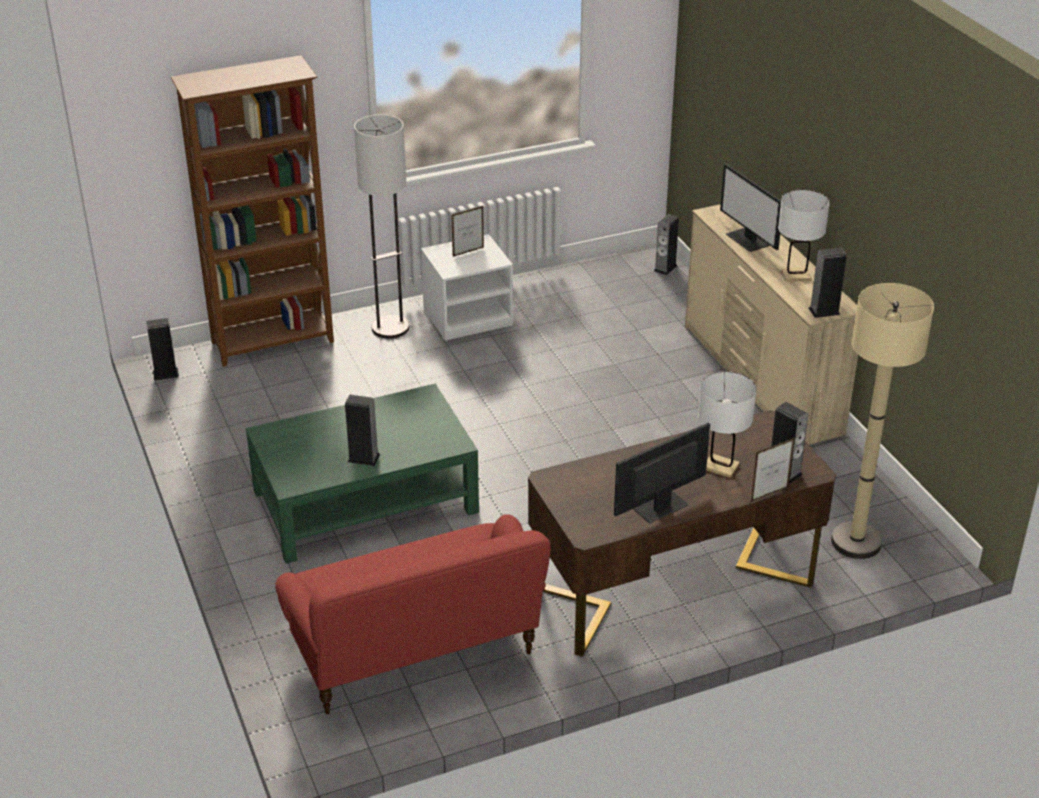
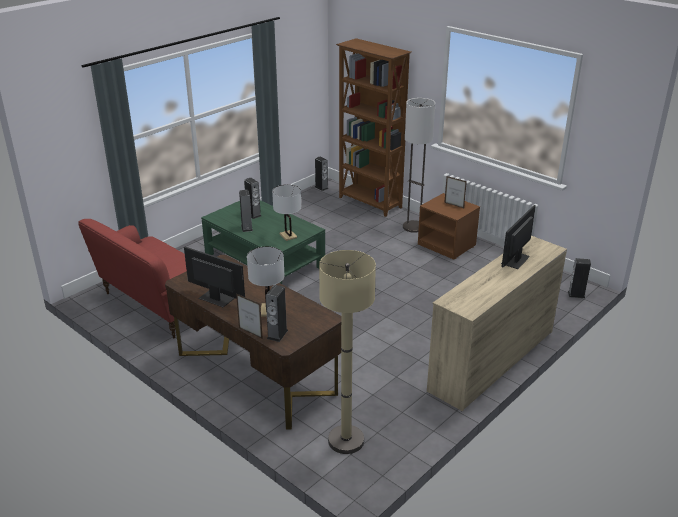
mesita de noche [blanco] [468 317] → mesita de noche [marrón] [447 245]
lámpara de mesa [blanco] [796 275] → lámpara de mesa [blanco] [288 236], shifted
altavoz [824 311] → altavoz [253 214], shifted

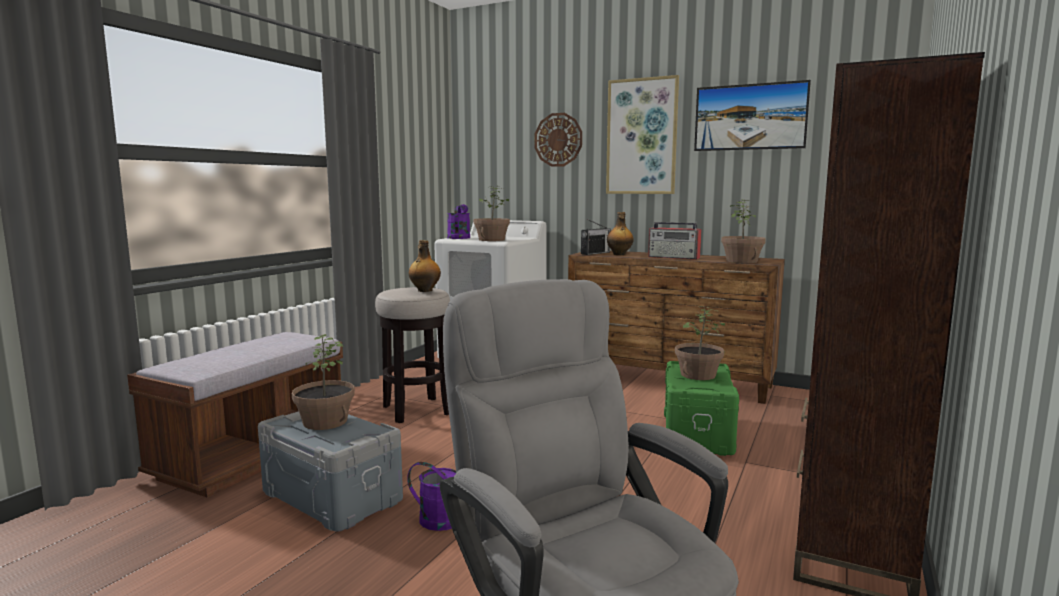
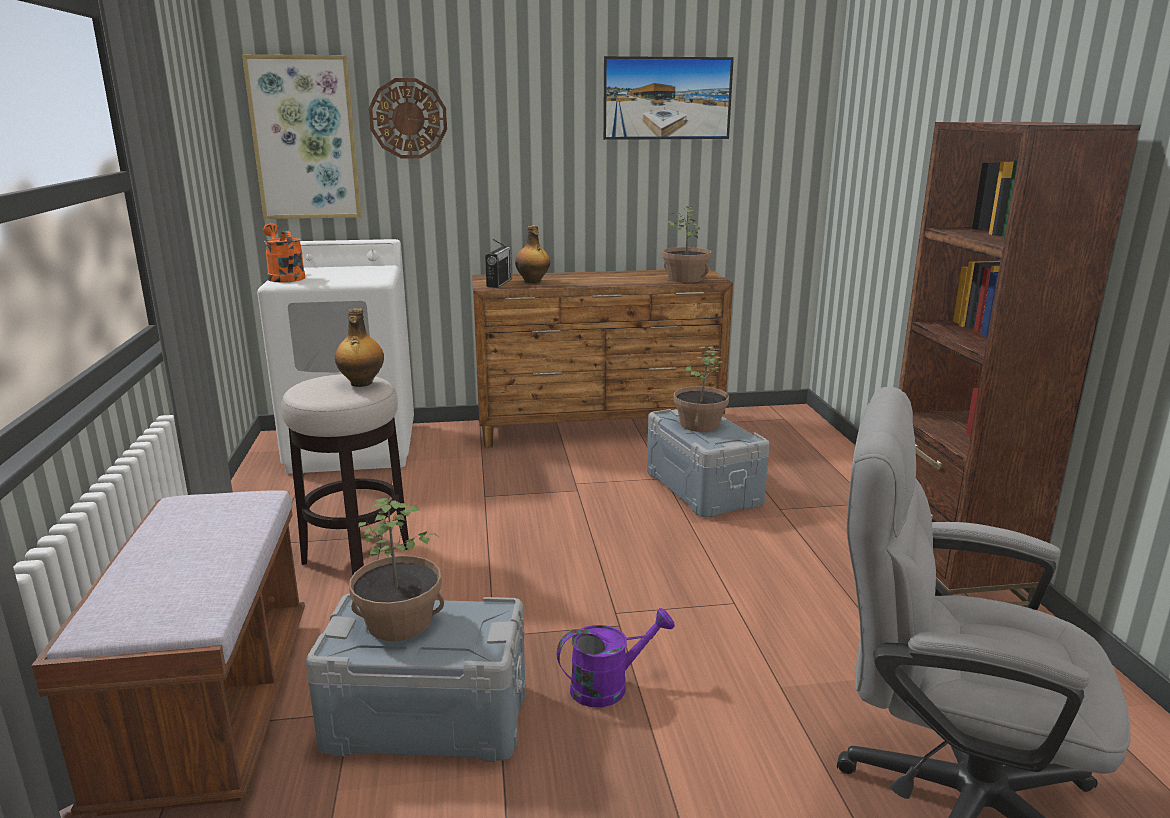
regadera [morado] [459 237] → regadera [naranja] [284 277]
planta en maceta [491 240] → -
cuadro [641 137] → cuadro [305 138], shifted
radio [674 257] → -
caja de almacenaje [verde] [696 433] → caja de almacenaje [gris] [702 489]

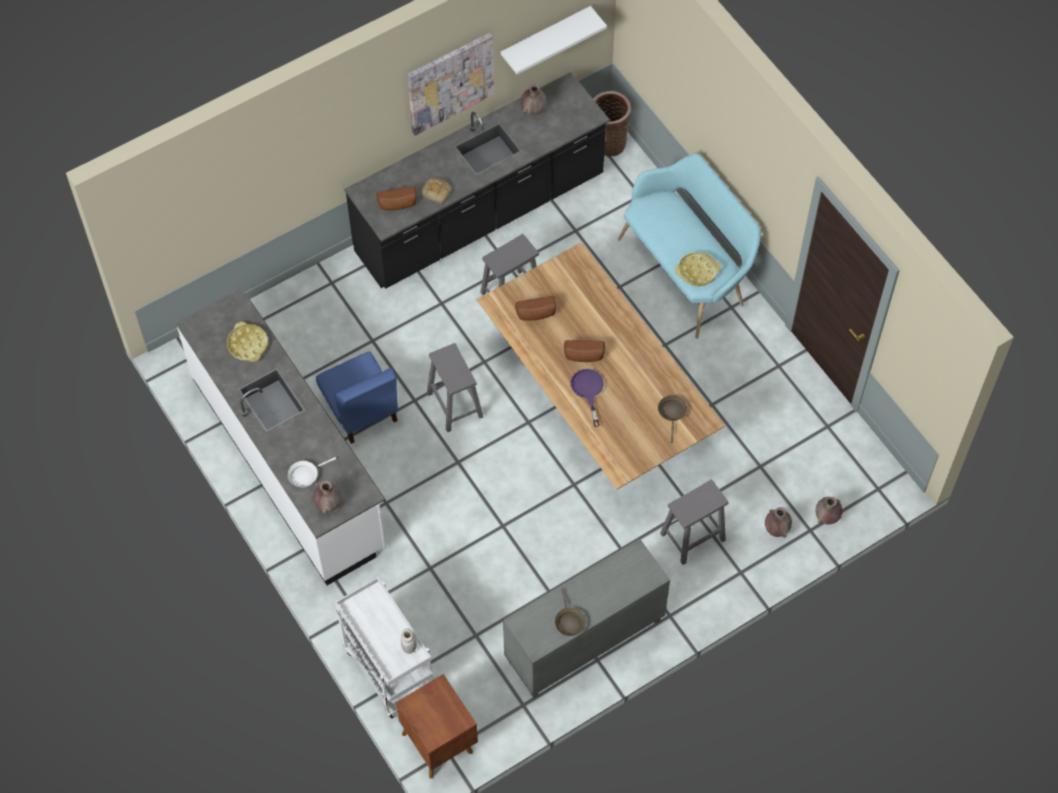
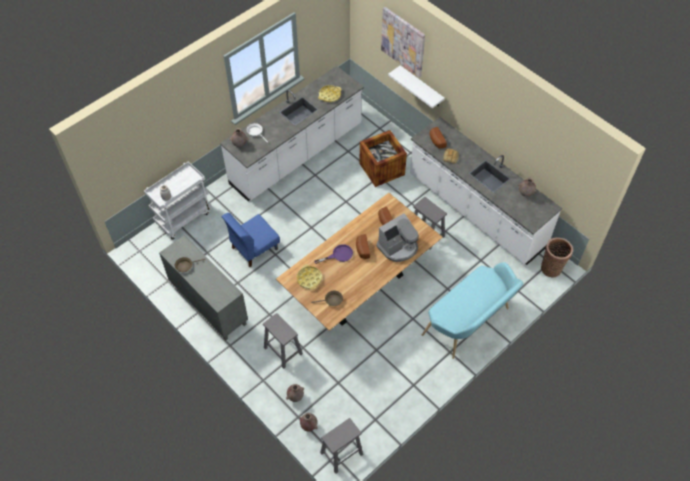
silla [azul] [361 410] → silla [azul] [254 248], shifted
mueble bajo de cocina [negro] [480 216] → mueble bajo de cocina [blanco] [475 211]
mesita de noche [marrón] [438 741] → -
cuadro [450 82] → cuadro [403 41], shifted
taburete [gris] [454 404] → taburete [gris] [342 453], shifted
estante [blanco] [545 37] → estante [blanco] [421 87], shifted
bandeja [amarillo] [697 271] → bandeja [amarillo] [309 279], shifted
- → caja de embalaje [382 169]
- → cafetera [398 247]

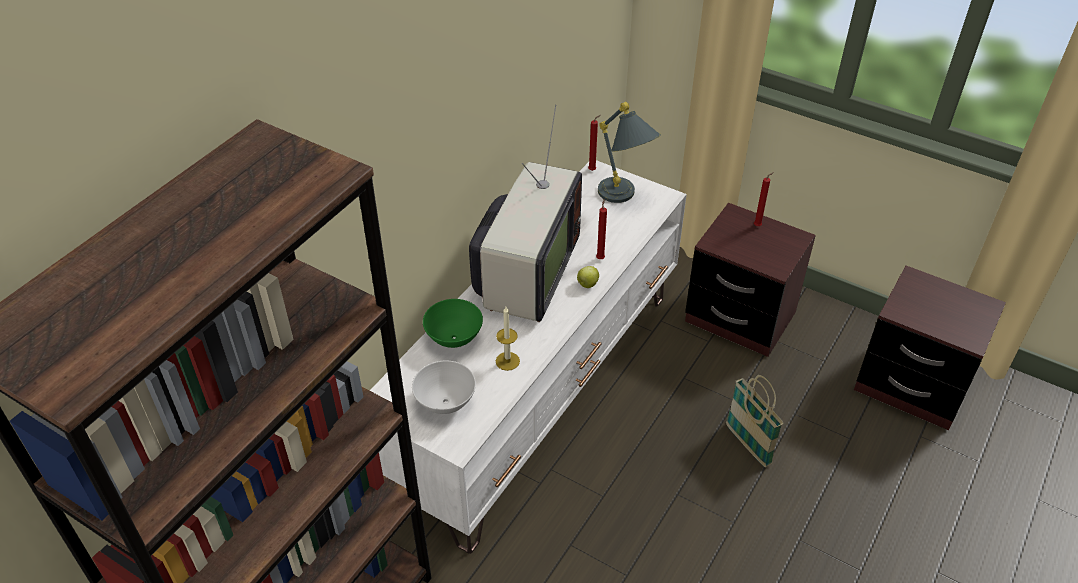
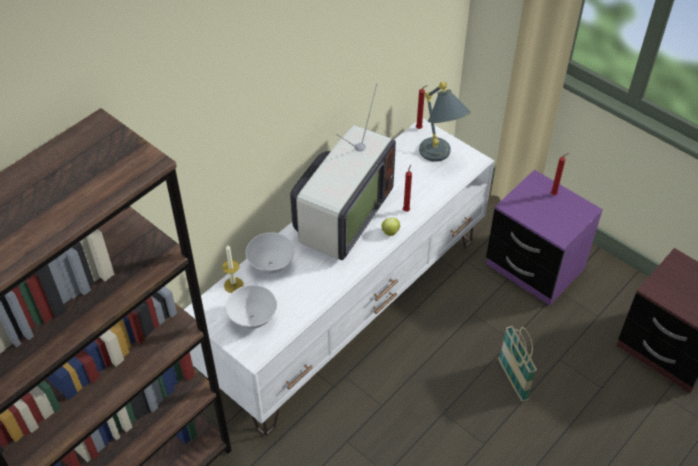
cuenco [verde] [454 338] → cuenco [blanco] [271 264]
vela [507 361] → vela [233 285], shifted
mesita de noche [marrón] [740 317] → mesita de noche [morado] [534 267]

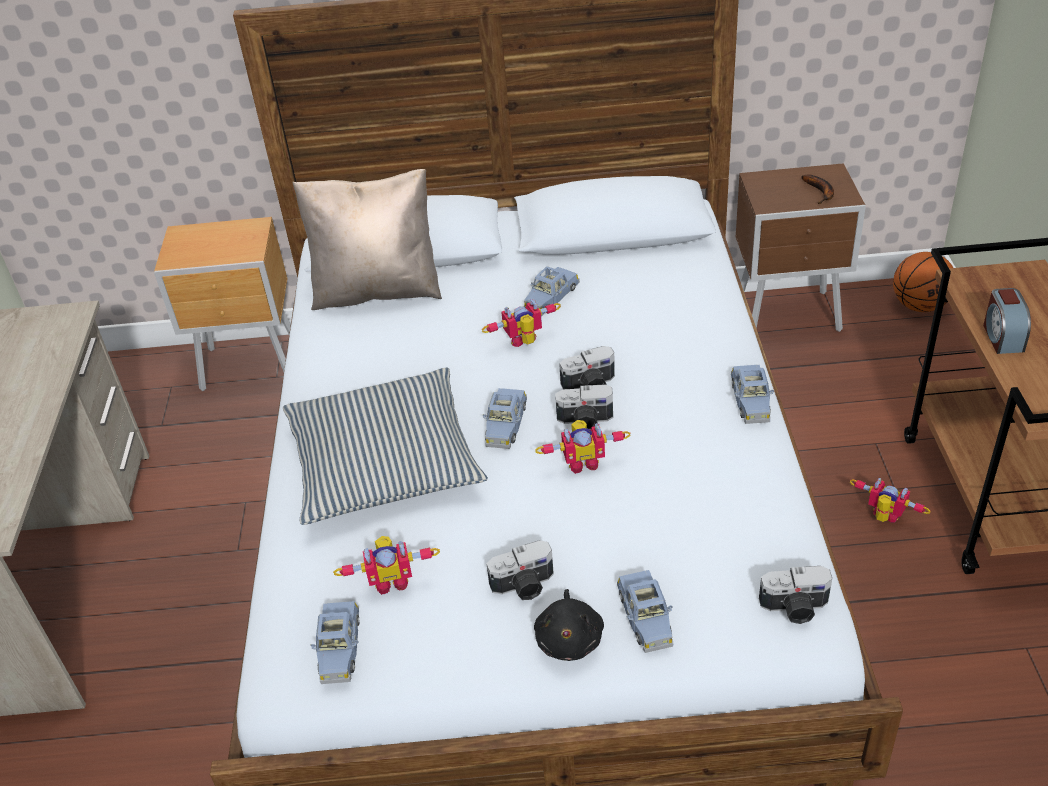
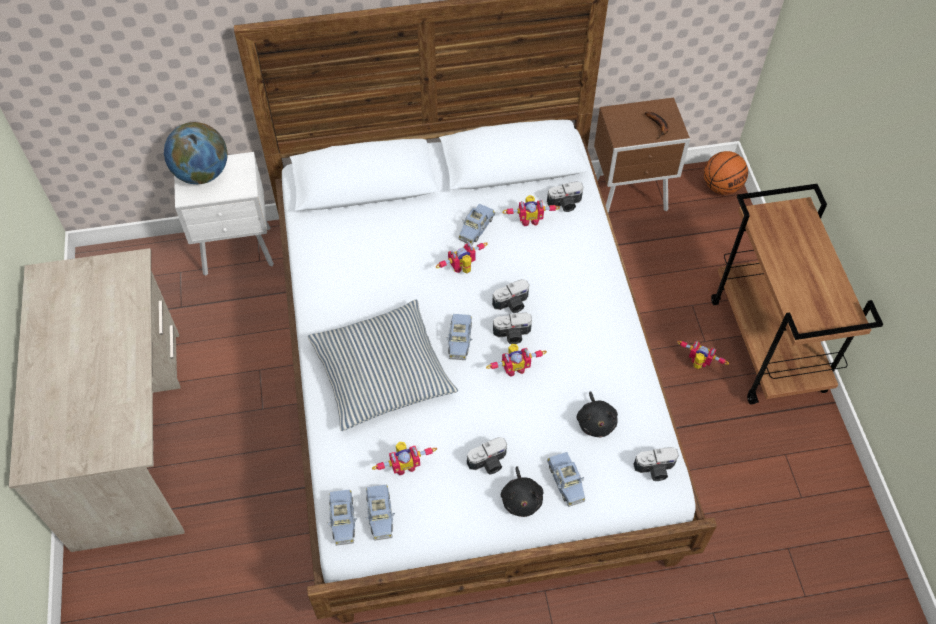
mesita de noche [marrón] [253 366] → mesita de noche [blanco] [239 252]
cojín [beis] [377 290] → -
coche de juguete [azul] [751 400] → coche de juguete [azul] [342 519], shifted
despertador [1002 337] → -
- → globo terráqueo [202 173]
- → robot de juguete [529 219]
- → cámara [565 204]
- → peluche [negro] [596 422]

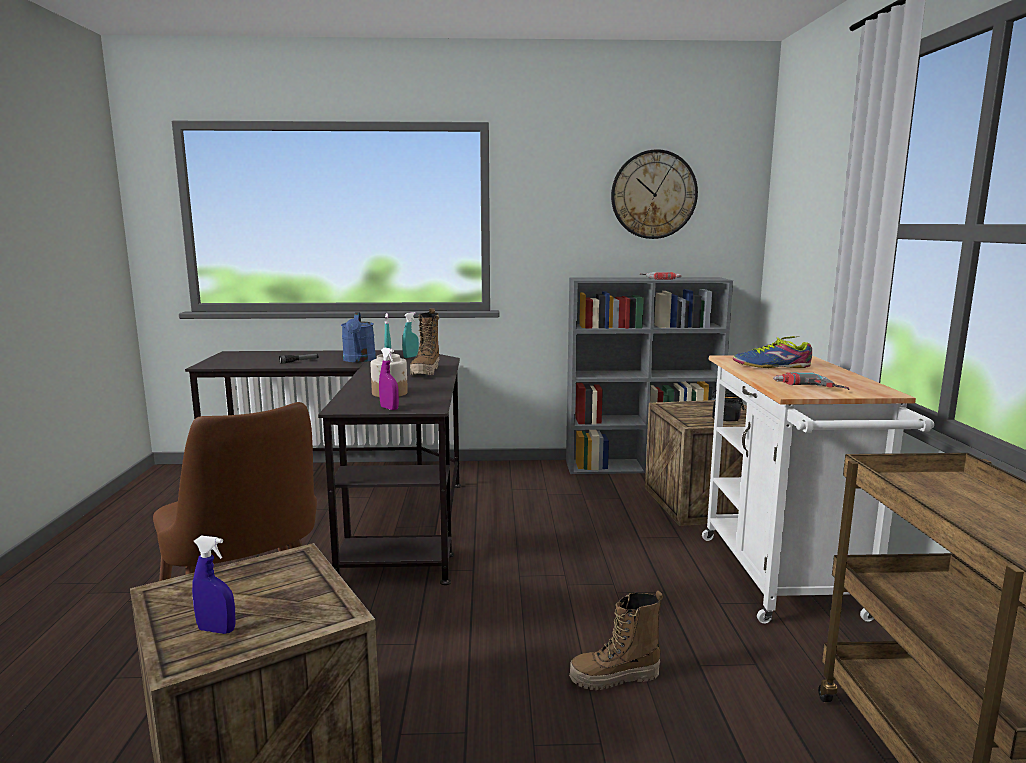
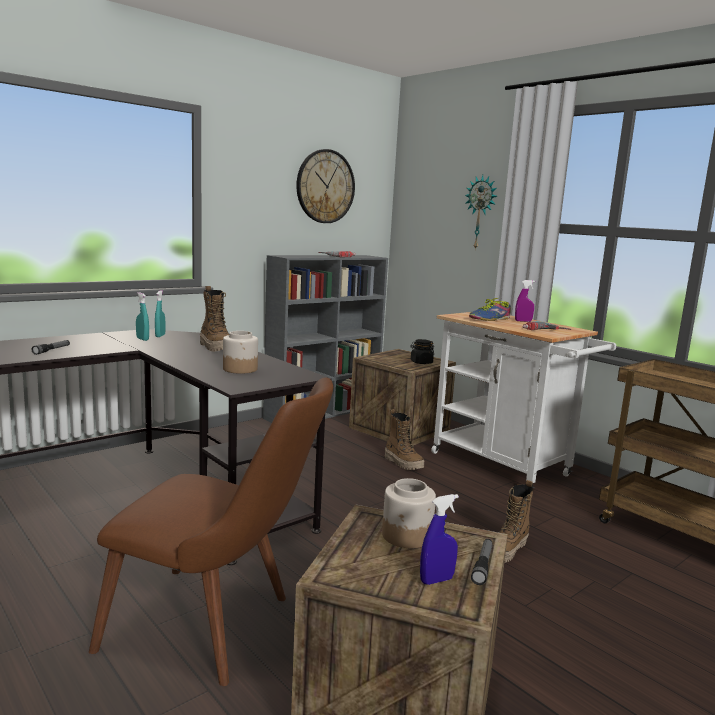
regadera [azul] [359 360] → -
pulverizador [morado] [389 408] → pulverizador [morado] [523 321], shifted
- → tarro [407 536]
- → bota [403 463]
- → reloj de pared [481 212]
- → linterna [482 566]

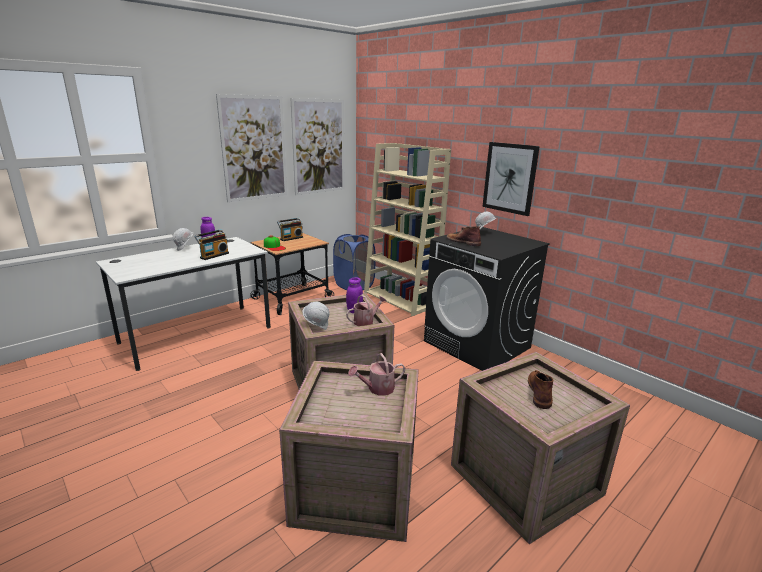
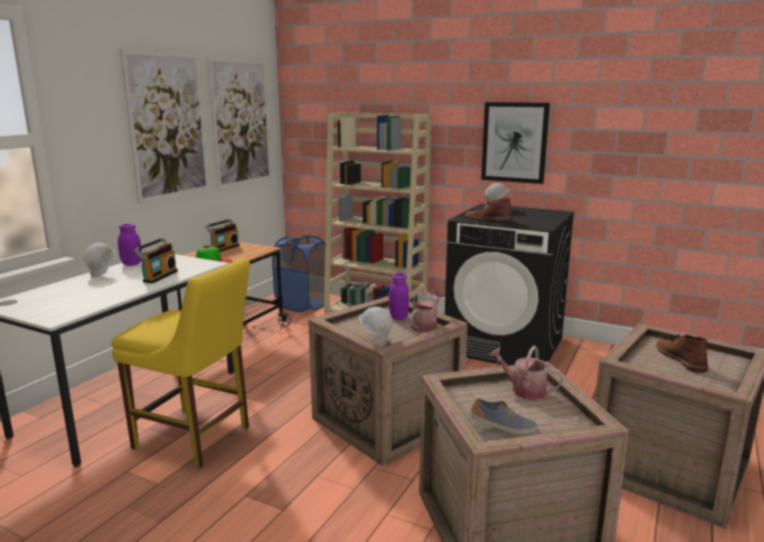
regadera [377 389] → regadera [523 390], 75 degrees clockwise
- → silla [amarillo] [196 439]
- → zapato [503 428]

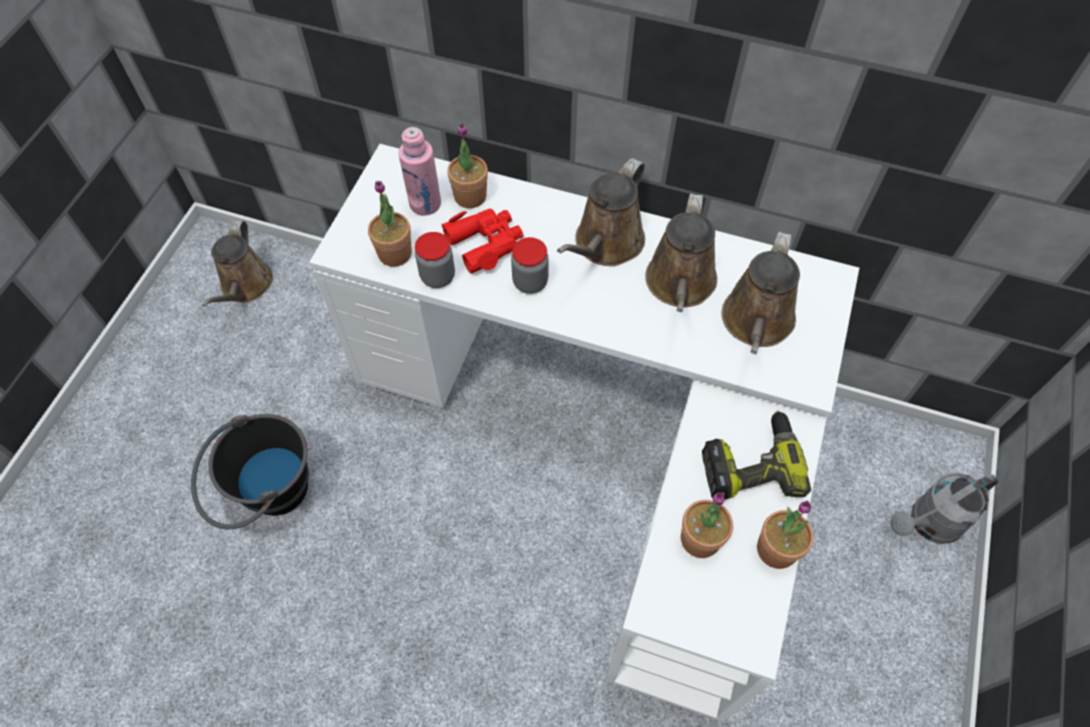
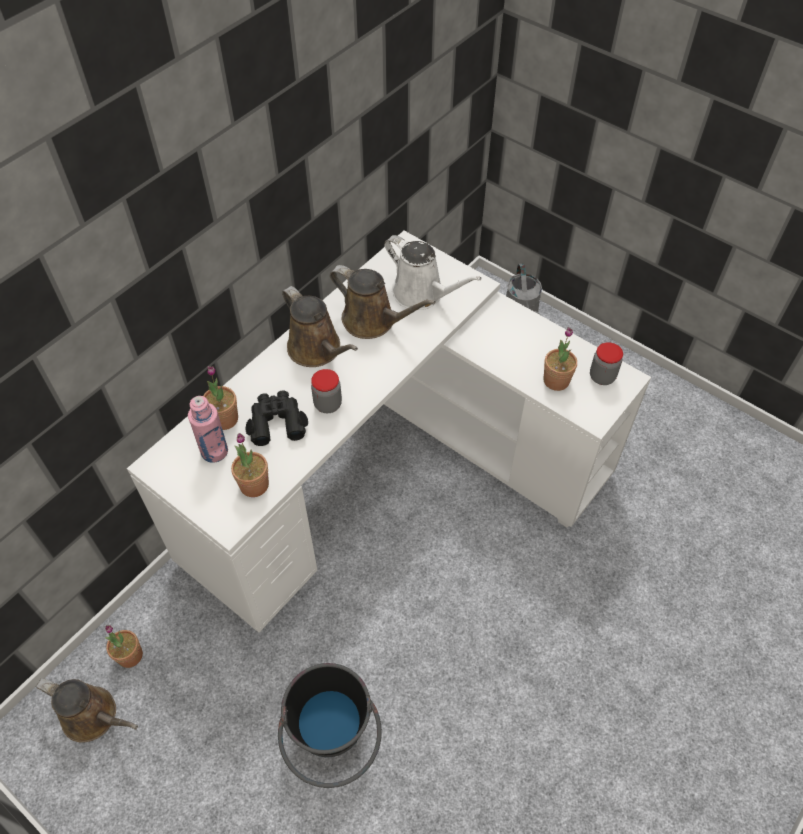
tarro [437 276] → tarro [602 377], shifted
prismáticos [rojo] [485 243] → prismáticos [negro] [276 421]
taladro [750 463] → -
regadera [marrón] [756 323] → regadera [blanco] [422 294]
planta en maceta [776 549] → planta en maceta [130 655], shifted

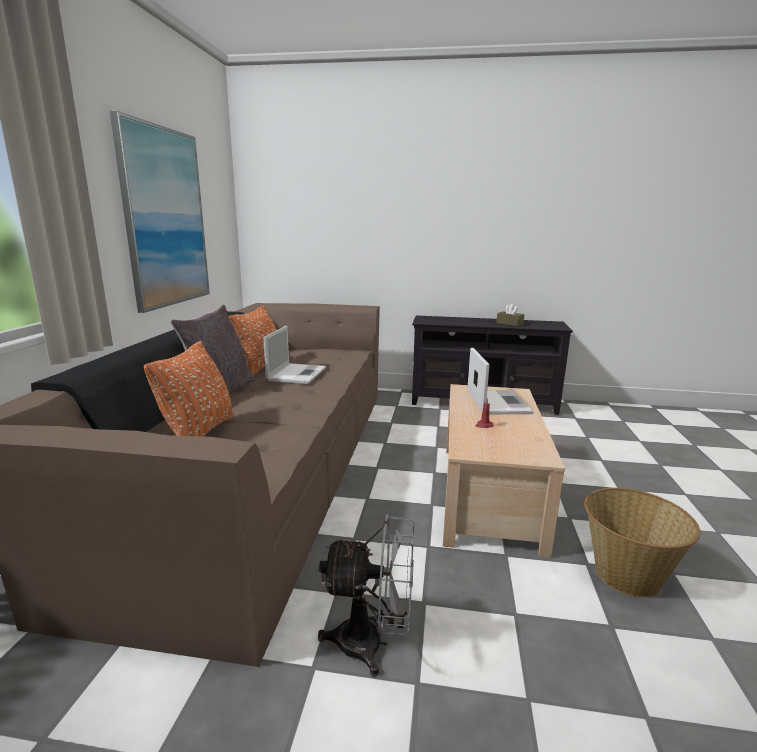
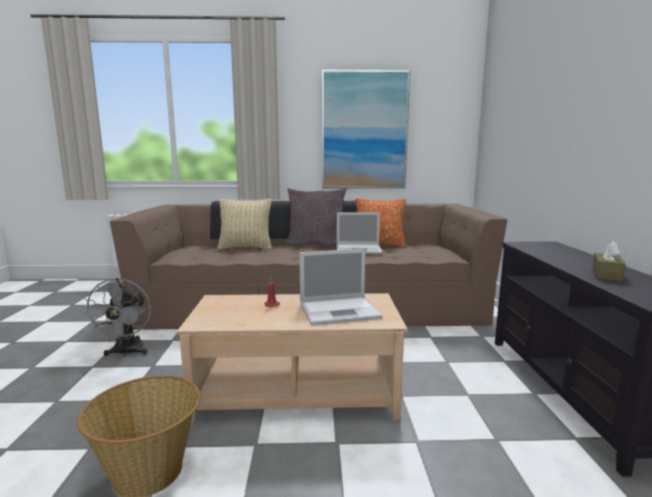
cojín [naranja] [199 433] → cojín [beis] [245 247]

